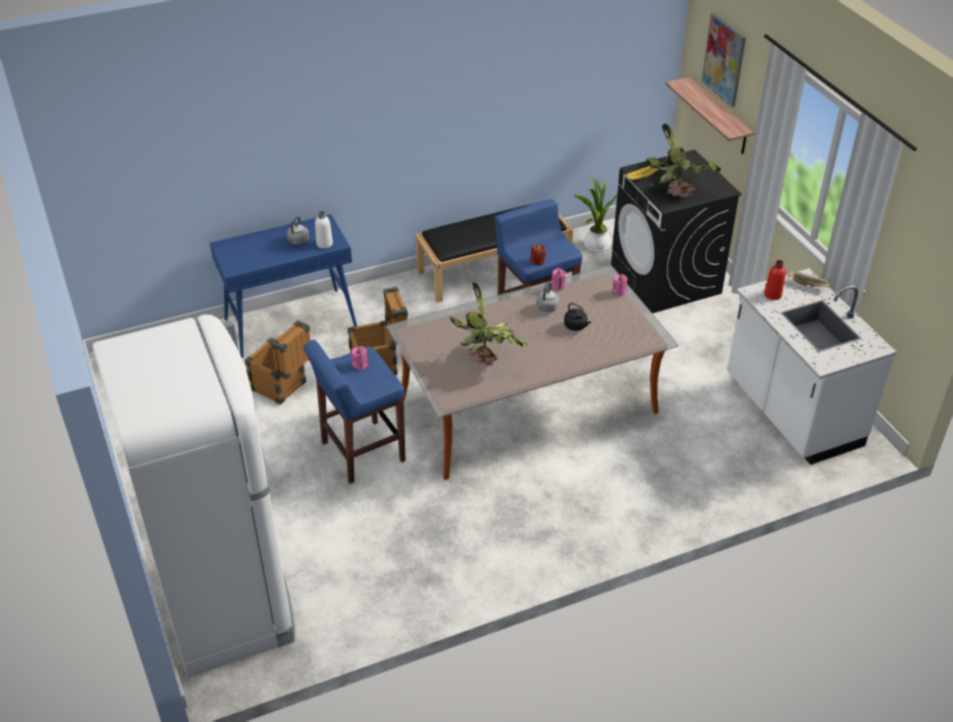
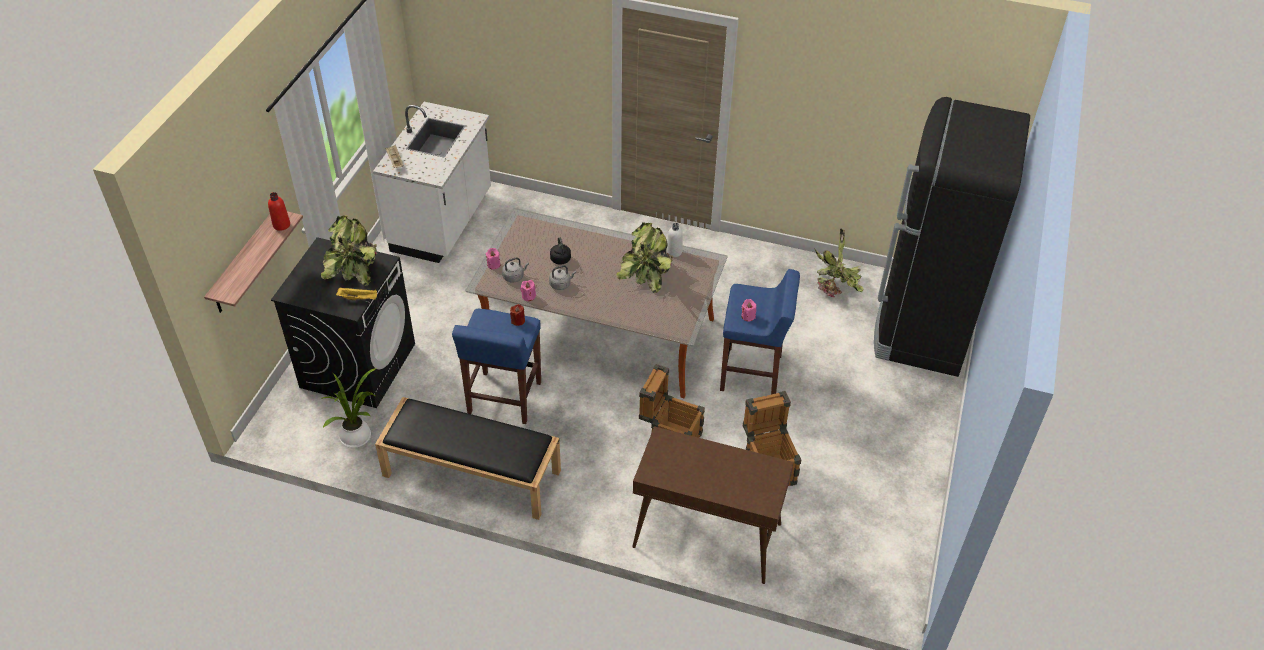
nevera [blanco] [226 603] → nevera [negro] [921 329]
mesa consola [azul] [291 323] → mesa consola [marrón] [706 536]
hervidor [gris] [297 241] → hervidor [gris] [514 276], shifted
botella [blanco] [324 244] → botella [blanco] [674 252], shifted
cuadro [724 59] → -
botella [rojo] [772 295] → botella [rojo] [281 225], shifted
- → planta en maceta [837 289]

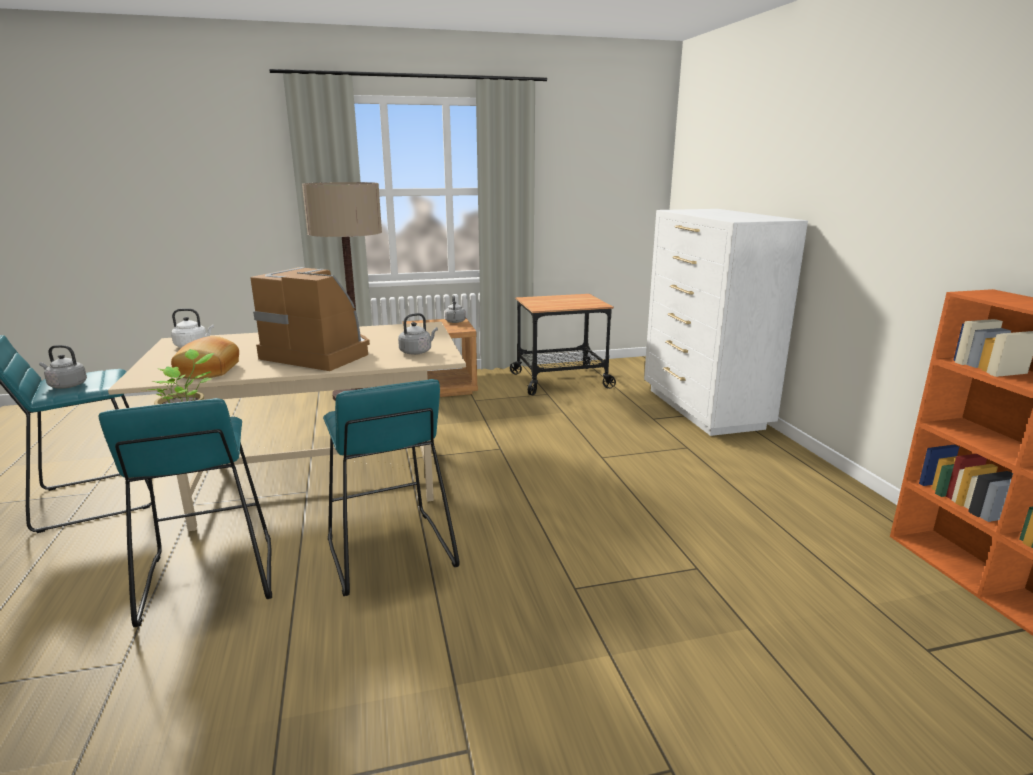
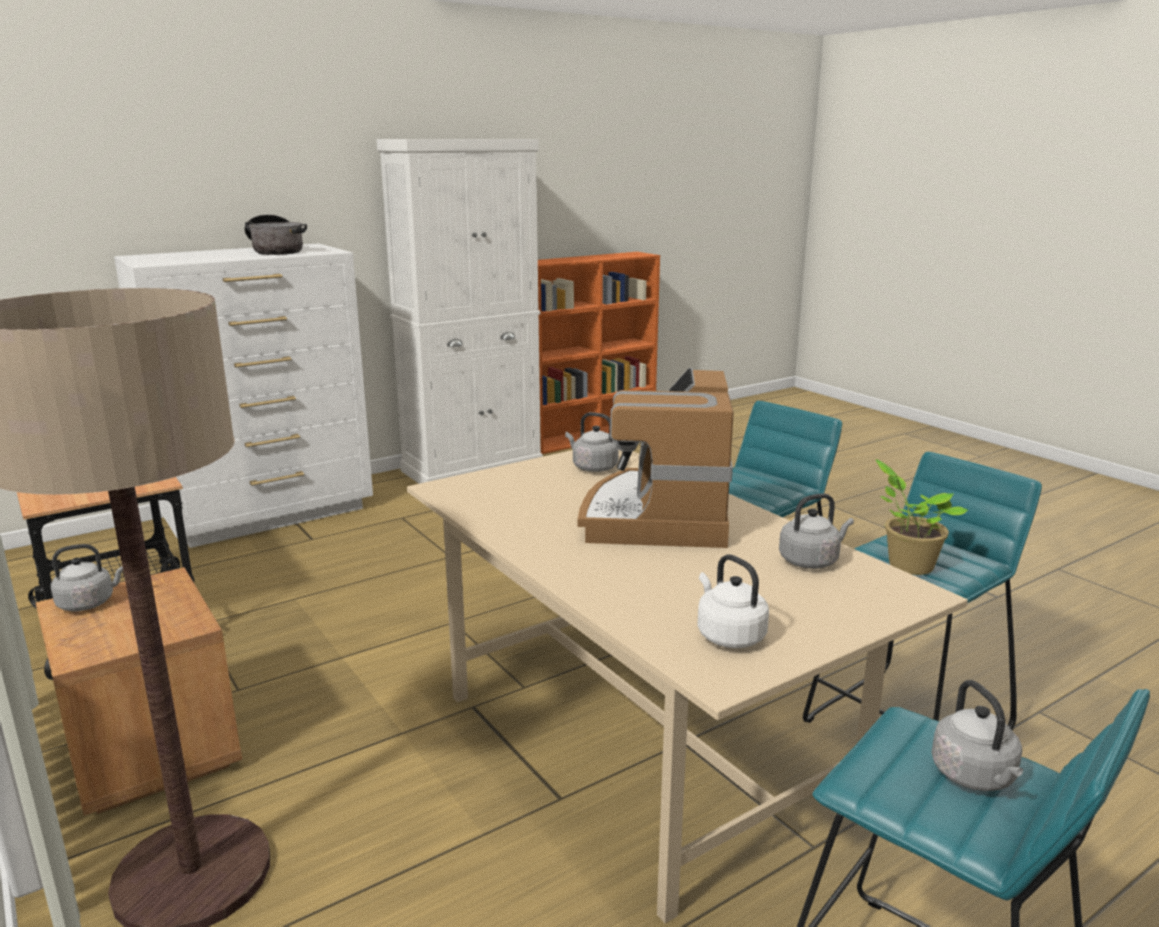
pan [210 370] → hervidor [gris] [811 561]
- → olla [276 251]
- → armario [blanco] [473 467]

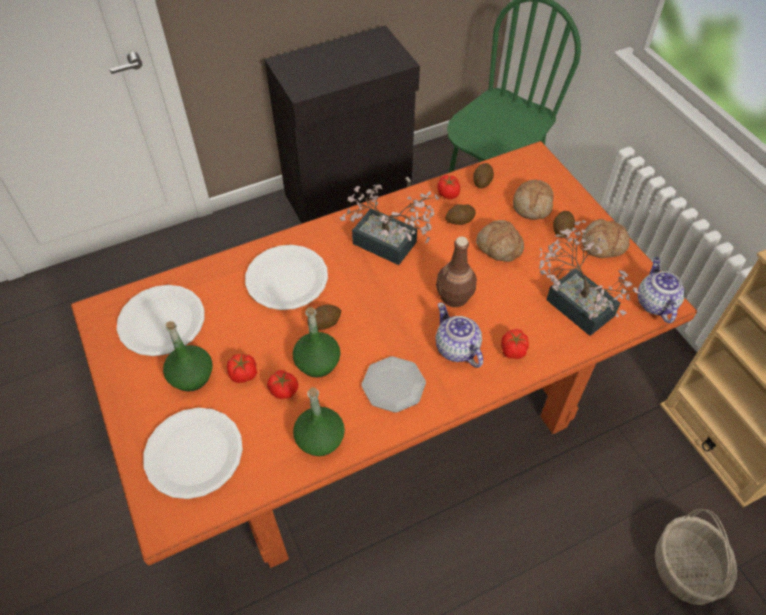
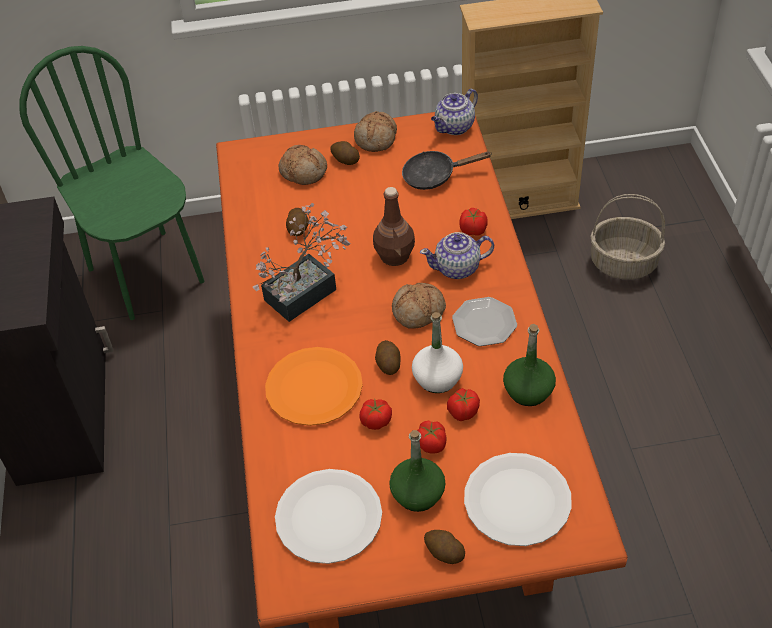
plato [blanco] [287 278] → plato [naranja] [314 387]
botella [verde] [317 362] → botella [blanco] [437 378]
tomate [448 194] → tomate [376 421], shifted
patata [482 181] → patata [444 552], shifted
pan [498 247] → pan [419 312], shifted
planta en maceta [574 302] → sartén [negro] [434 176]
tetera [654 303] → tetera [454 127], 60 degrees counterclockwise

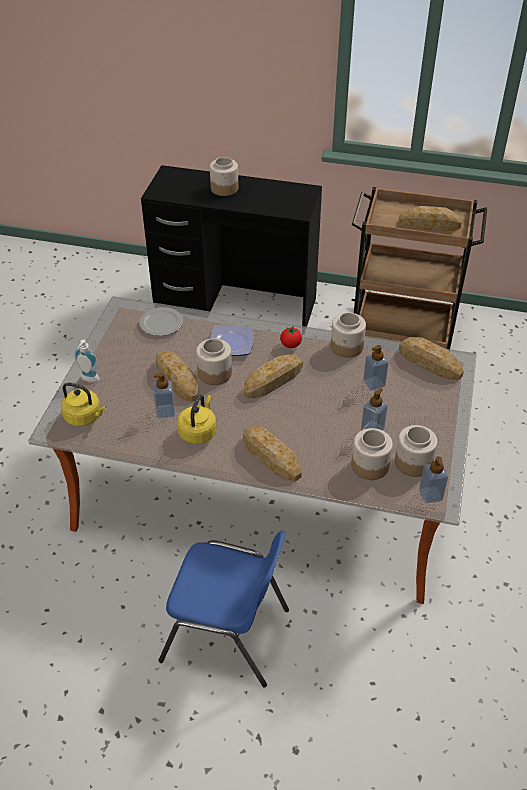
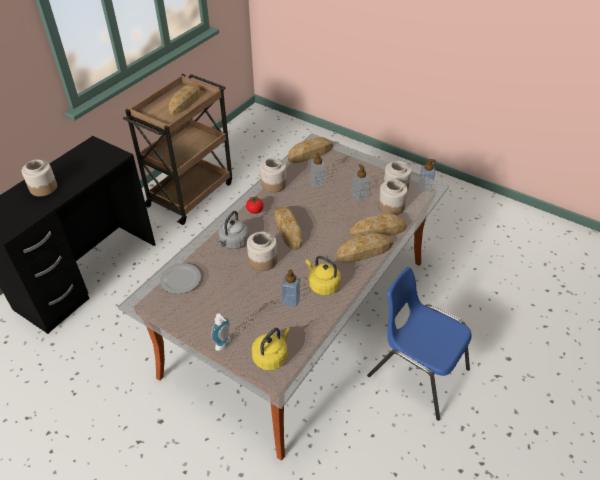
pan [177 379] → pan [377 231], shifted
silla [azul] [227 635] → silla [azul] [416 372], 90 degrees counterclockwise
plato [230 343] → hervidor [gris] [233 243]

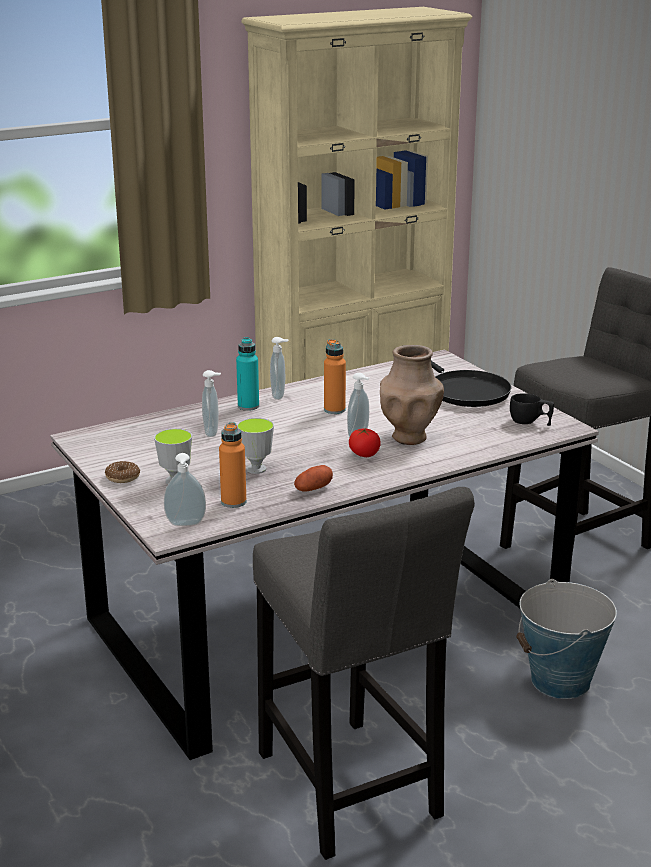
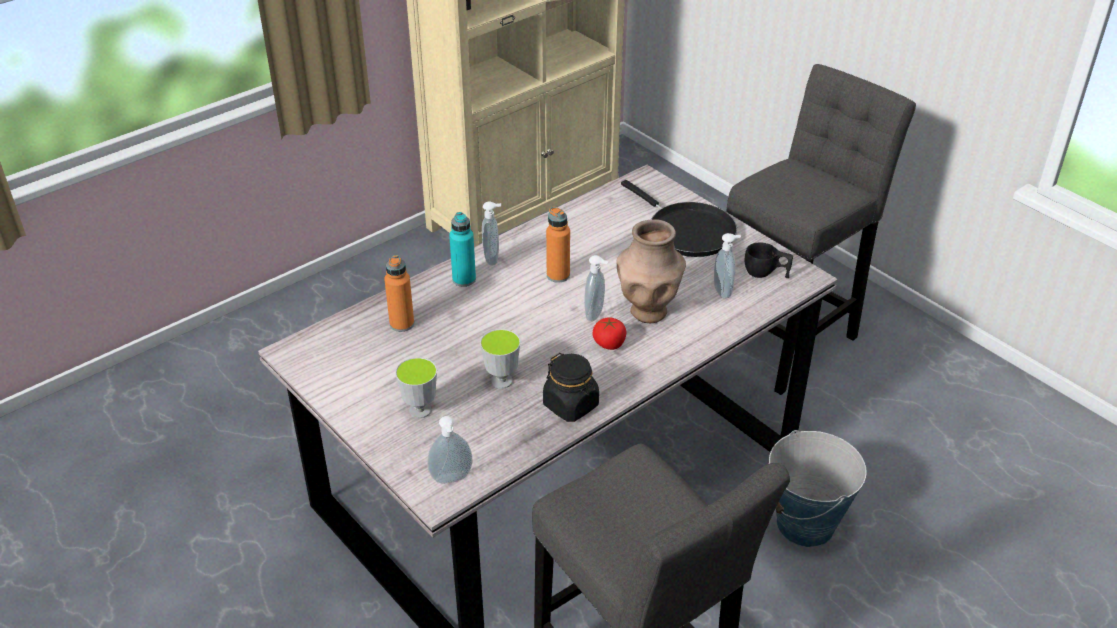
rosquilla [122 477] → -
dispensador de jabón [213 432] → dispensador de jabón [724 291], shifted
botella [naranja] [233 502] → botella [naranja] [402 324], shifted
patata [313 489] → tarro [negro] [571 405]

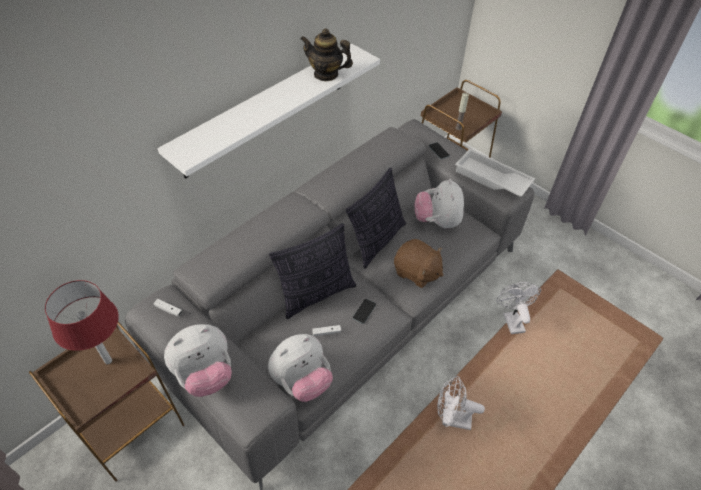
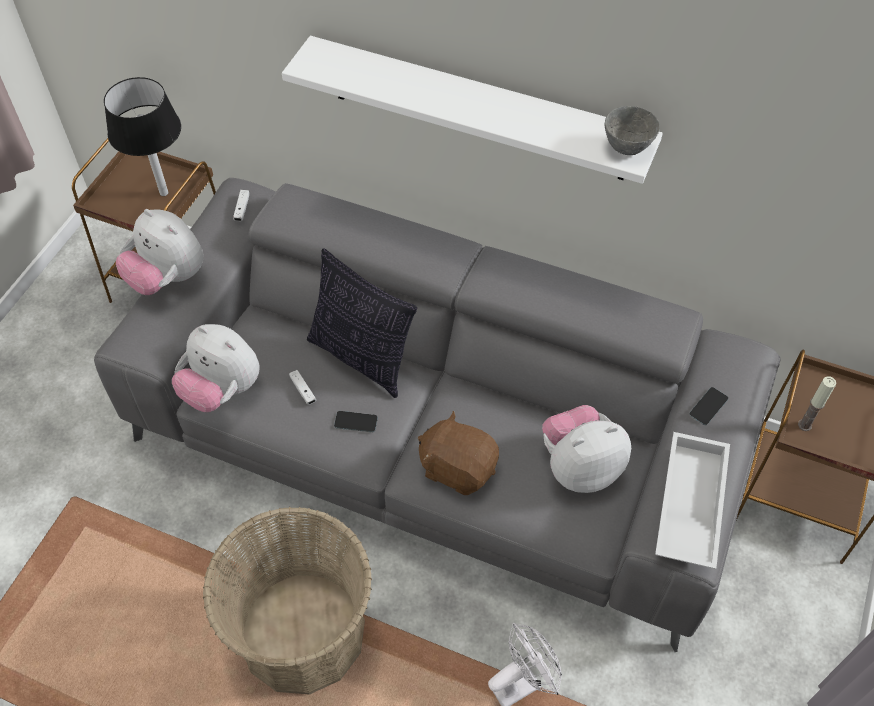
lámpara de mesa [rojo] [108 361] → lámpara de mesa [negro] [163 193]
tetera [326 74] → -
cojín [376 241] → -
peluche [marrón] [416 272] → peluche [marrón] [458 467], 105 degrees clockwise
ventilador [blanco] [451 419] → cesta [302 633]
- → cuenco [gris] [626 147]

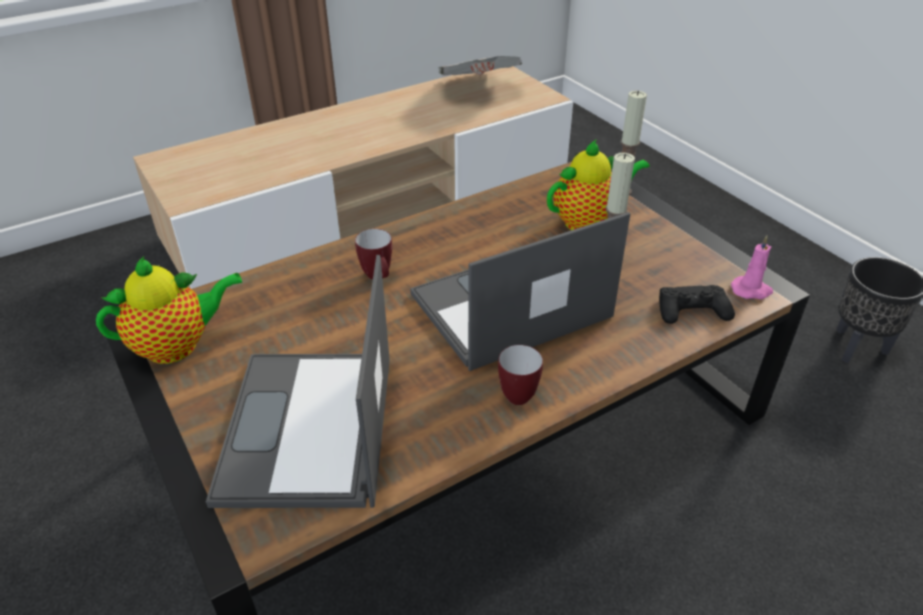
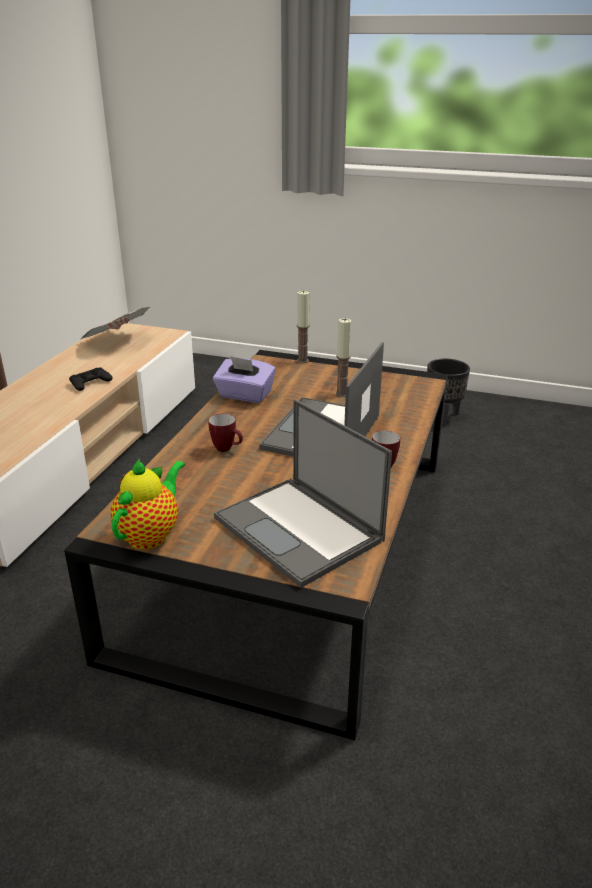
tetera [588 221] → -
mando de consola [negro] [692 310] → mando de consola [negro] [90 383], shifted
vela [rosa] [751 290] → -
- → caja de pañuelos [morado] [244 395]

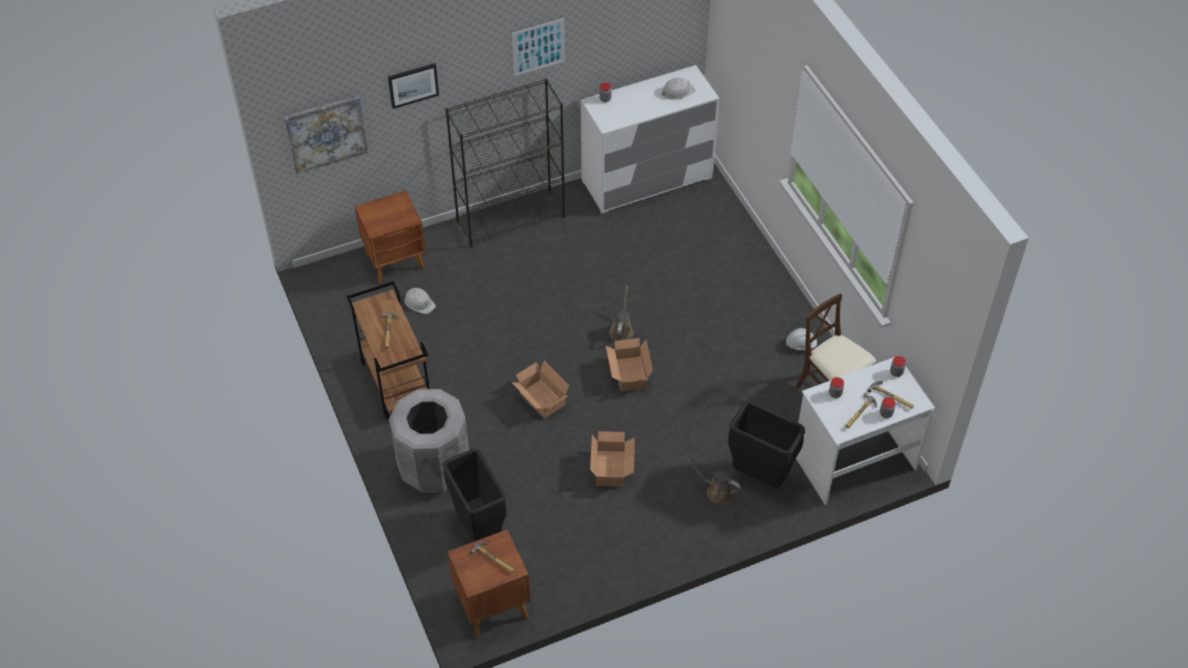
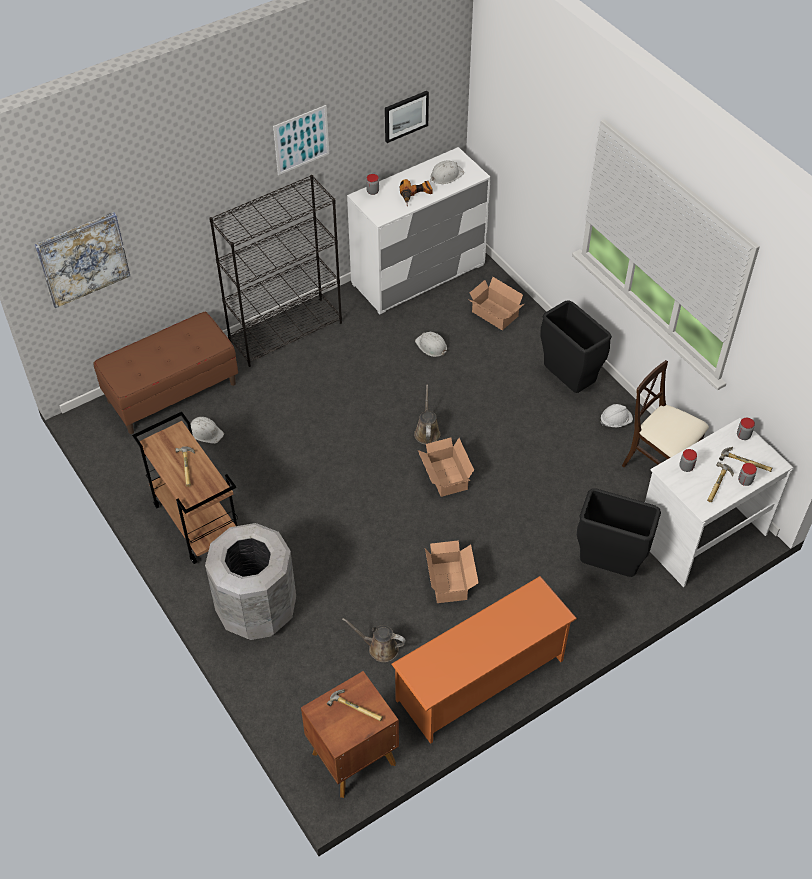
mesita de noche [marrón] [396 261] → banco [marrón] [172 392]
cuadro [413 85] → cuadro [405 116], shifted
papelera [negro] [479 528] → papelera [negro] [568 382], shifted
caja de cartón [541 400] → caja de cartón [494 315], shifted
regadera [marrón] [716 492] → regadera [marrón] [380 648], shifted
- → zapatero [naranja] [481 680]
- → taladro [416 195]
- → casco [blanco] [431 346]

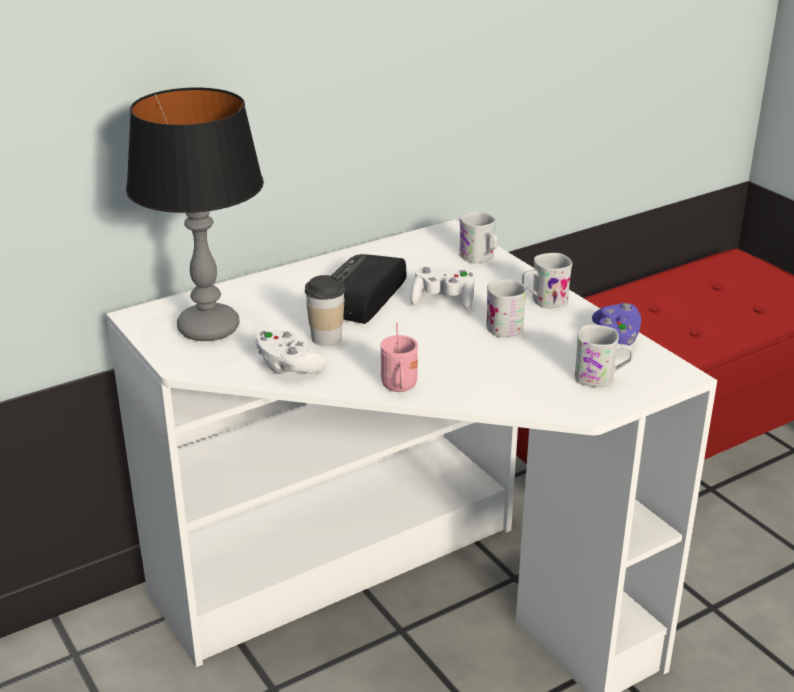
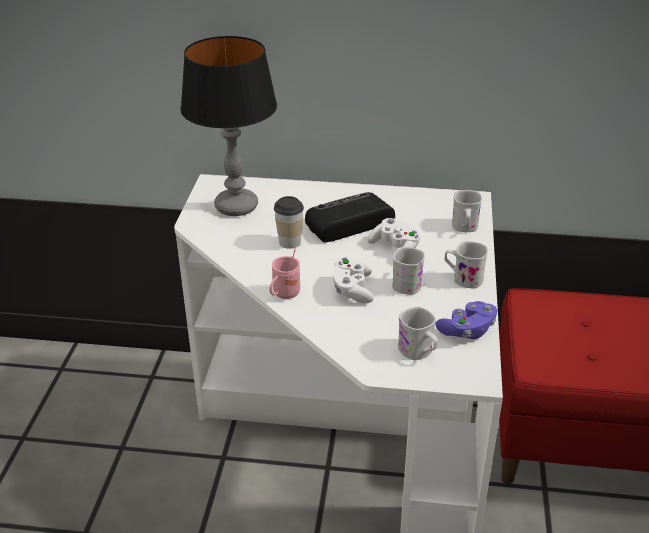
mando de consola [blanco] [289 366] → mando de consola [blanco] [352 290], shifted

